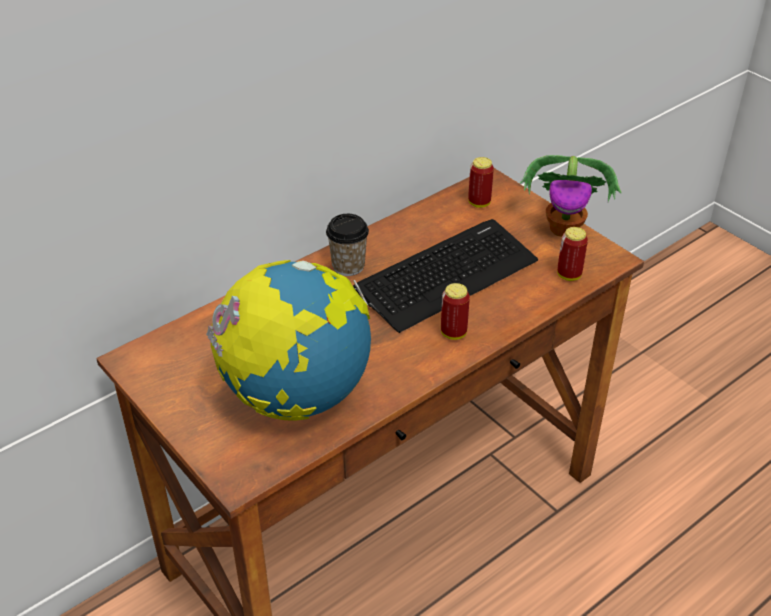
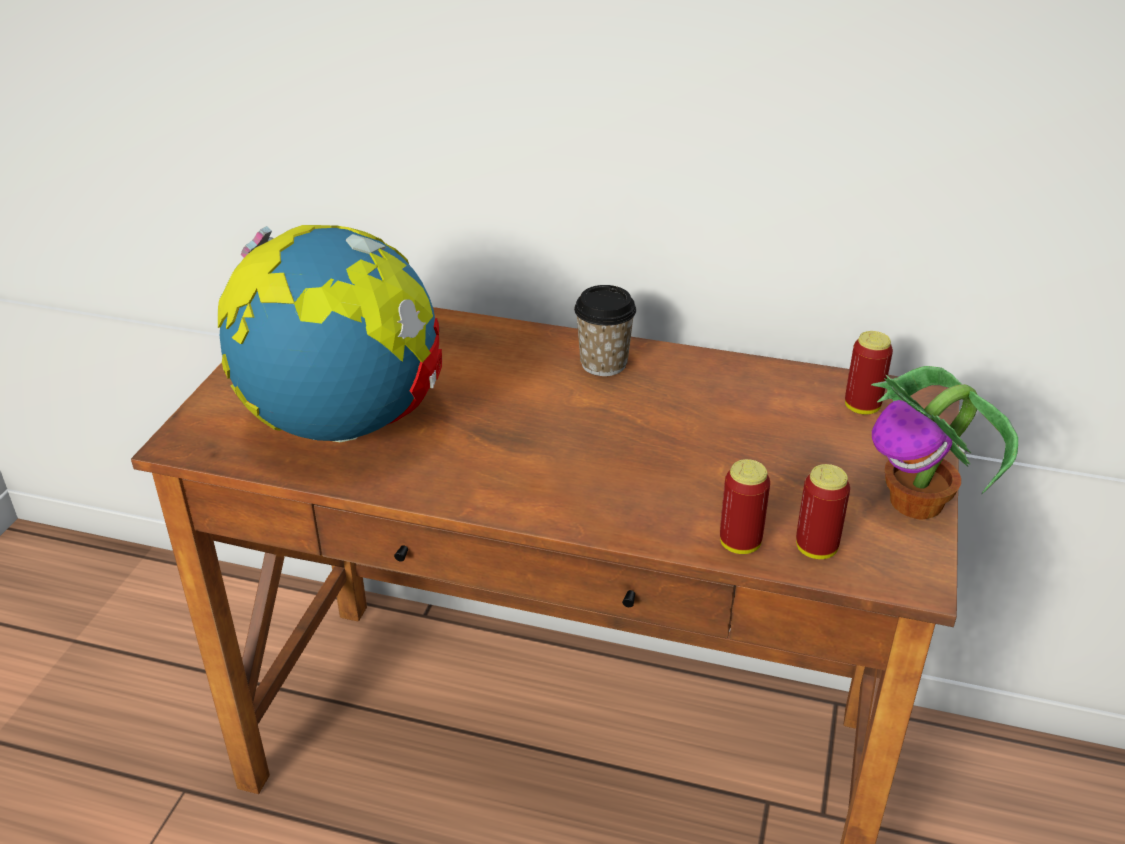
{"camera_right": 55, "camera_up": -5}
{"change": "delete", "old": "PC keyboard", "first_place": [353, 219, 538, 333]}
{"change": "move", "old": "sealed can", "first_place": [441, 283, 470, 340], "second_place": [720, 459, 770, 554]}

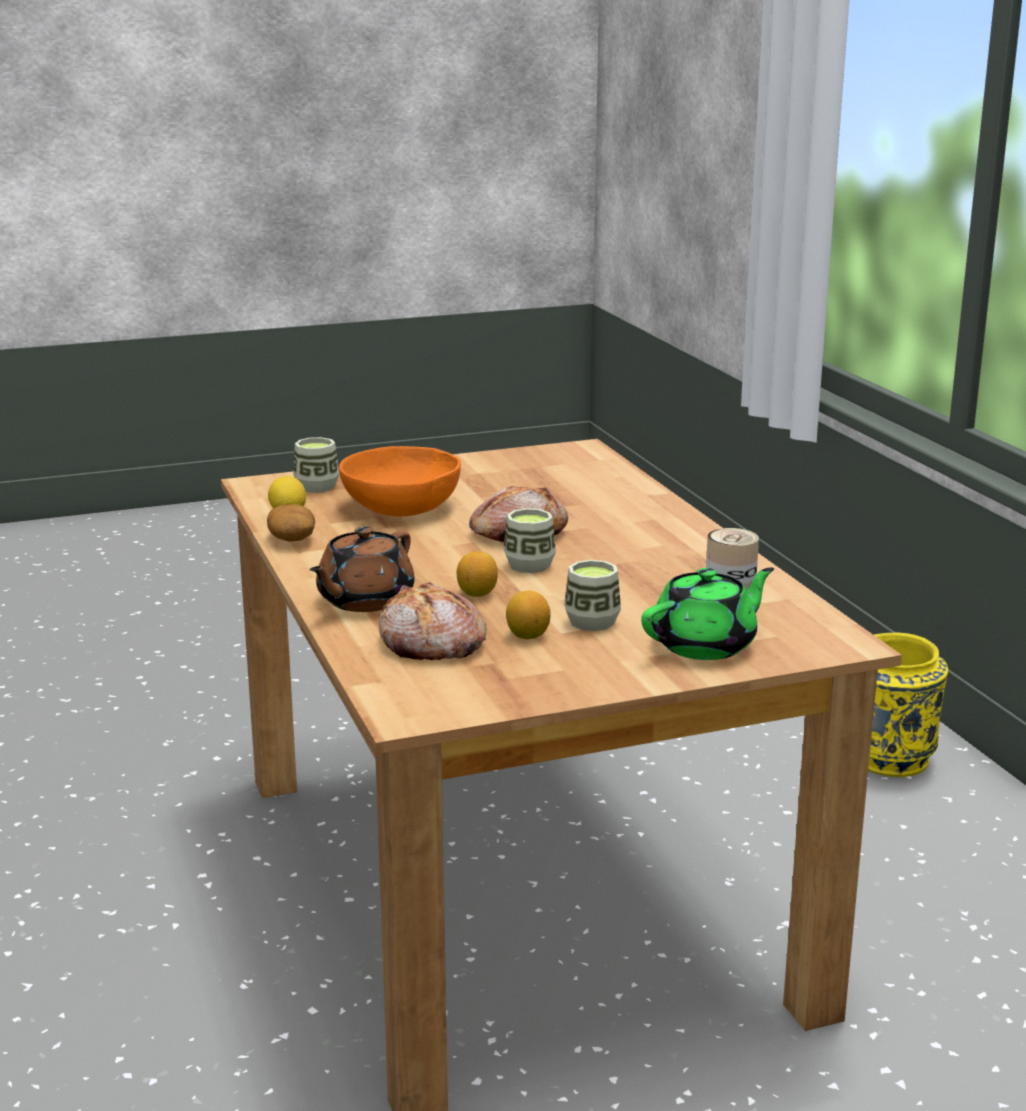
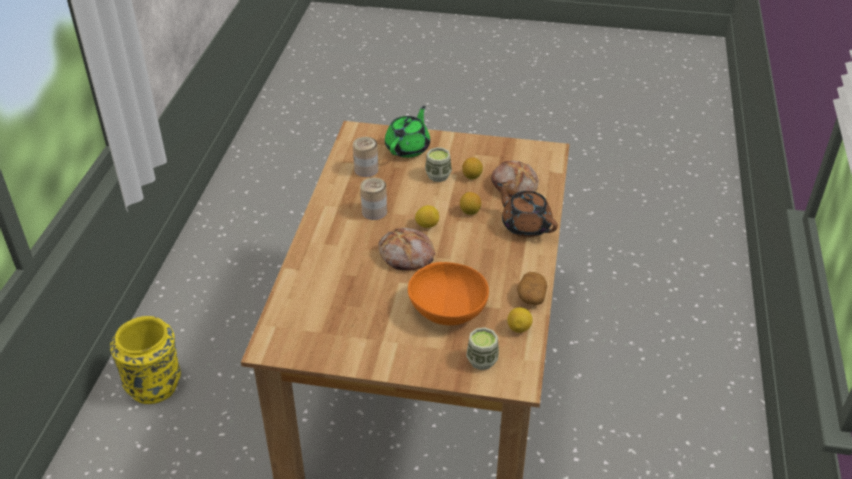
{"camera_right": -150, "camera_up": 20}
{"change": "insert", "new": "sealed can", "second_place": [360, 177, 387, 220]}
{"change": "replace", "old": "drinking cup", "new": "whole lemon", "first_place": [503, 508, 556, 573], "second_place": [415, 205, 439, 228]}
{"change": "rotate", "old": "brown pot for tea", "first_place": [310, 526, 415, 612], "second_place": [497, 183, 558, 238], "degrees": -105}
{"change": "rotate", "old": "green-coloured pot for tea", "first_place": [641, 567, 774, 660], "second_place": [385, 106, 430, 158], "degrees": 120}

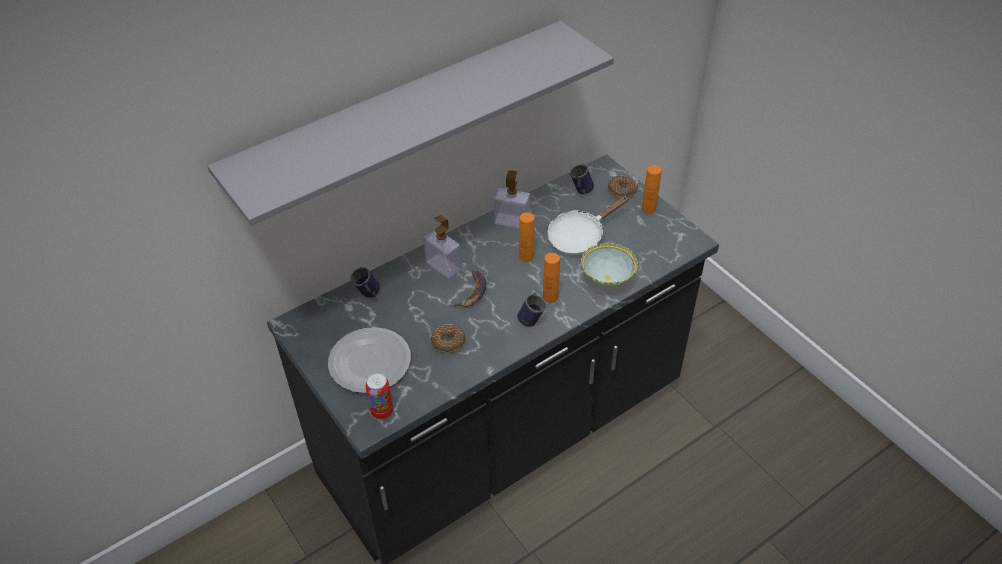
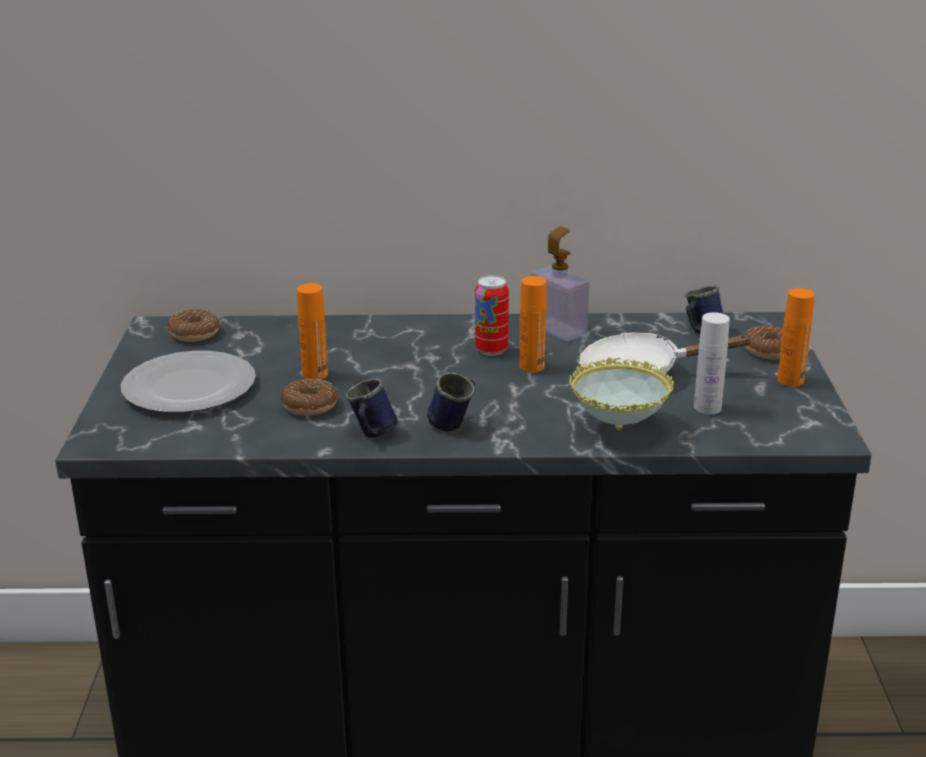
{"camera_right": 35, "camera_up": -20}
{"change": "delete", "old": "greyish shelf", "first_place": [207, 21, 614, 226]}
{"change": "delete", "old": "soap bottle", "first_place": [424, 215, 462, 279]}
{"change": "delete", "old": "banana fruit", "first_place": [451, 271, 487, 307]}
{"change": "insert", "new": "donut", "second_place": [167, 310, 220, 342]}
{"change": "insert", "new": "white beverage bottle", "second_place": [694, 312, 730, 414]}
{"change": "move", "old": "blue tea mug", "first_place": [350, 267, 380, 298], "second_place": [346, 378, 398, 438]}
{"change": "move", "old": "sealed can", "first_place": [366, 373, 393, 419], "second_place": [475, 275, 509, 356]}
{"change": "move", "old": "orange-coloured beverage bottle", "first_place": [543, 253, 560, 303], "second_place": [297, 283, 328, 380]}

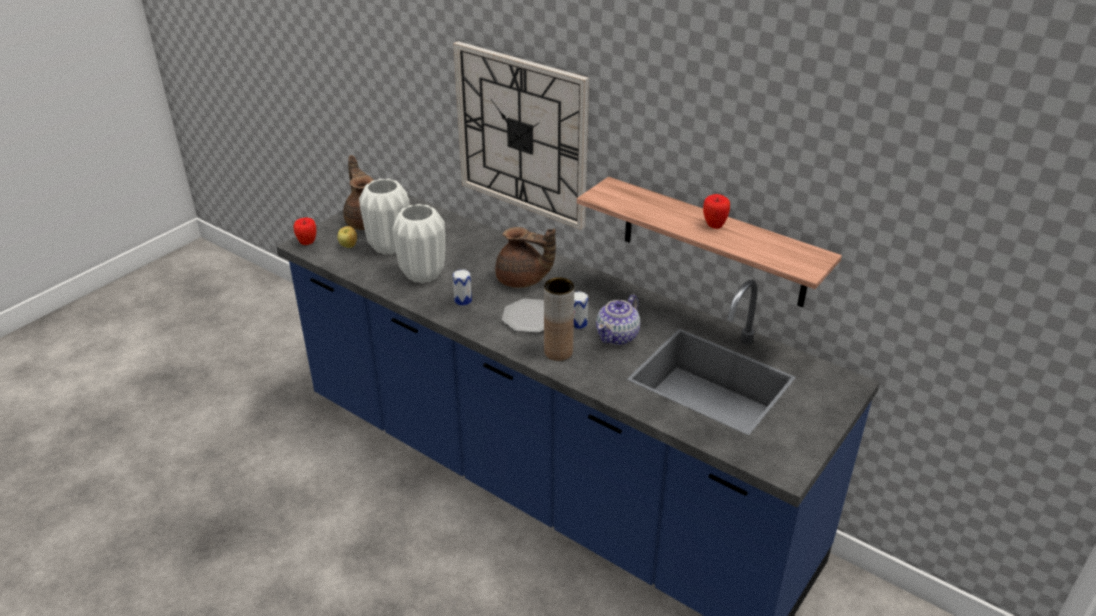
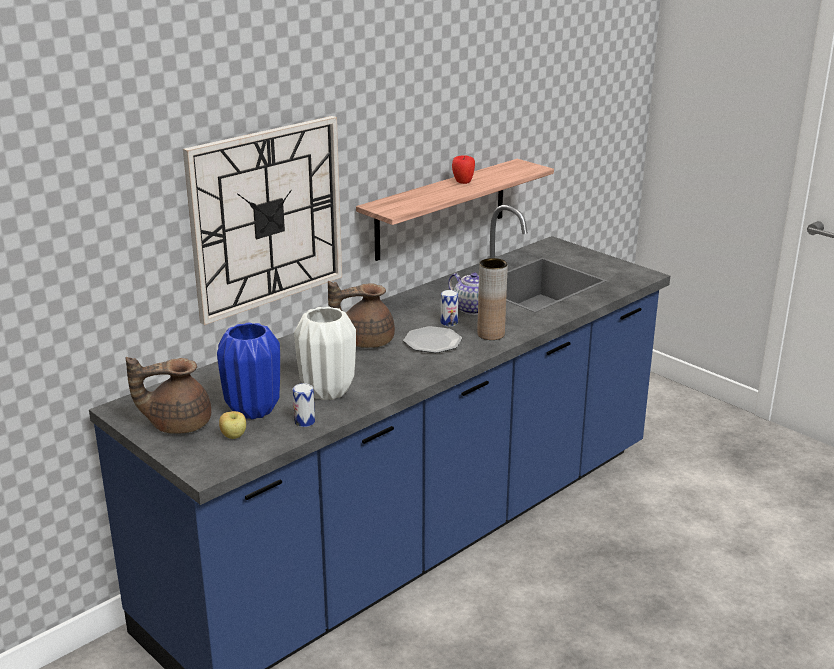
{"camera_right": -80, "camera_up": -10}
{"change": "delete", "old": "apple fruit", "first_place": [293, 217, 316, 245]}
{"change": "move", "old": "sealed can", "first_place": [453, 269, 472, 306], "second_place": [293, 383, 315, 427]}
{"change": "recolor", "old": "white vase", "new": "blue vase", "first_place": [359, 179, 410, 255], "second_place": [217, 323, 280, 419]}
{"change": "rotate", "old": "brown pot for tea", "first_place": [495, 227, 556, 288], "second_place": [328, 281, 395, 348], "degrees": -135}

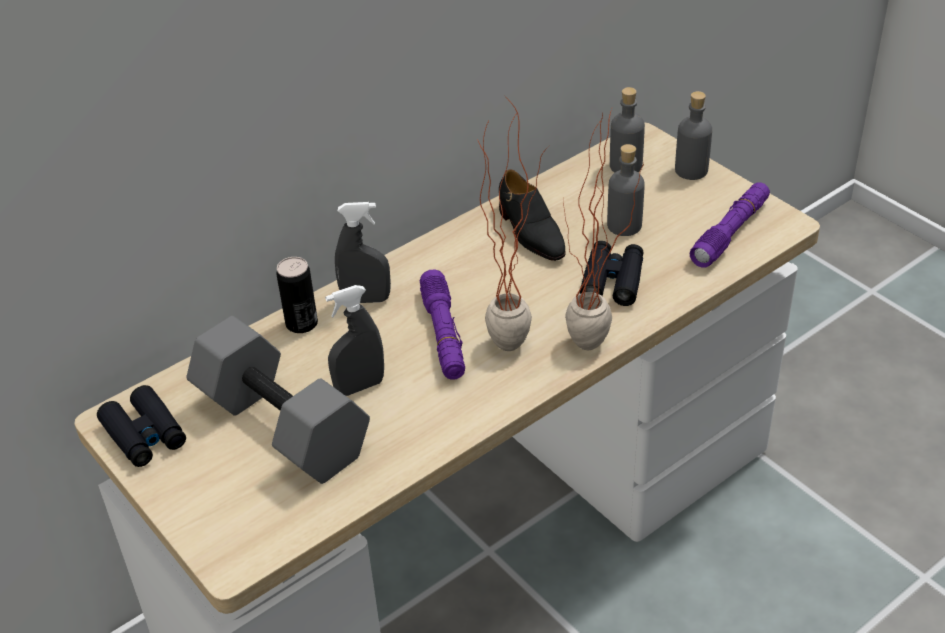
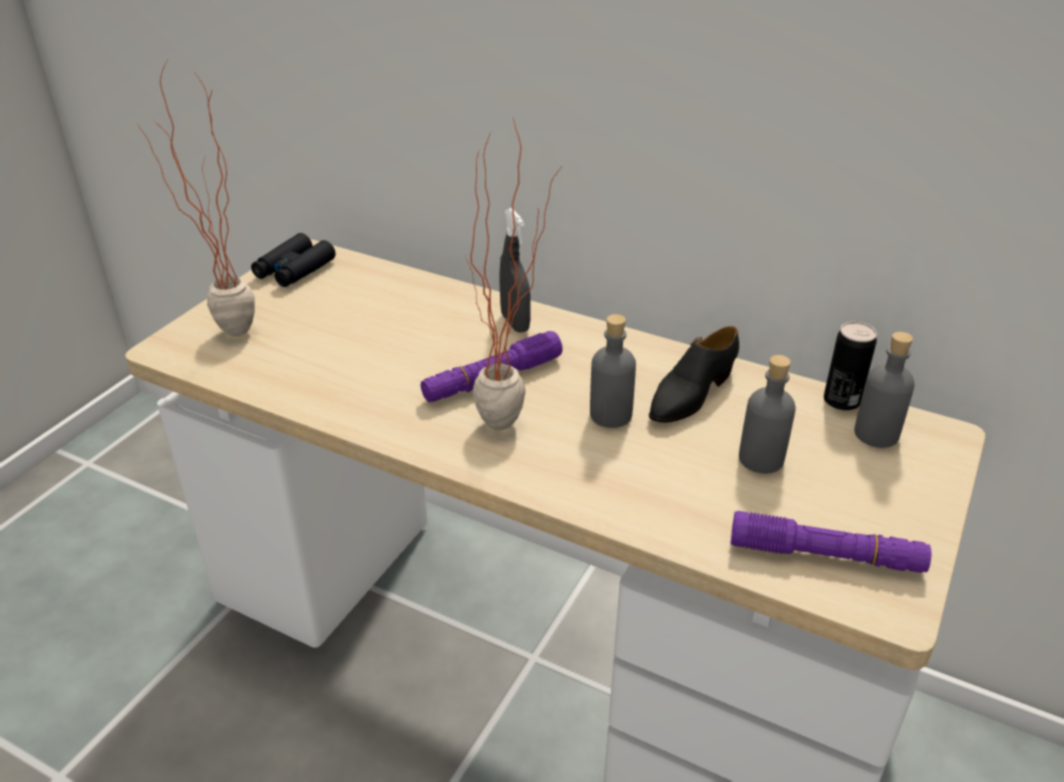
{"camera_right": 65, "camera_up": -5}
{"change": "delete", "old": "greyish hand weight", "first_place": [186, 316, 370, 484]}
{"change": "delete", "old": "greyish sprayer", "first_place": [325, 285, 384, 396]}
{"change": "delete", "old": "black binoculars", "first_place": [580, 241, 644, 306]}
{"change": "move", "old": "sealed can", "first_place": [276, 257, 318, 333], "second_place": [824, 322, 877, 411]}
{"change": "move", "old": "houseplant", "first_place": [563, 109, 644, 350], "second_place": [137, 58, 255, 336]}
{"change": "move", "old": "greyish beverage bottle", "first_place": [675, 91, 712, 180], "second_place": [590, 314, 636, 428]}

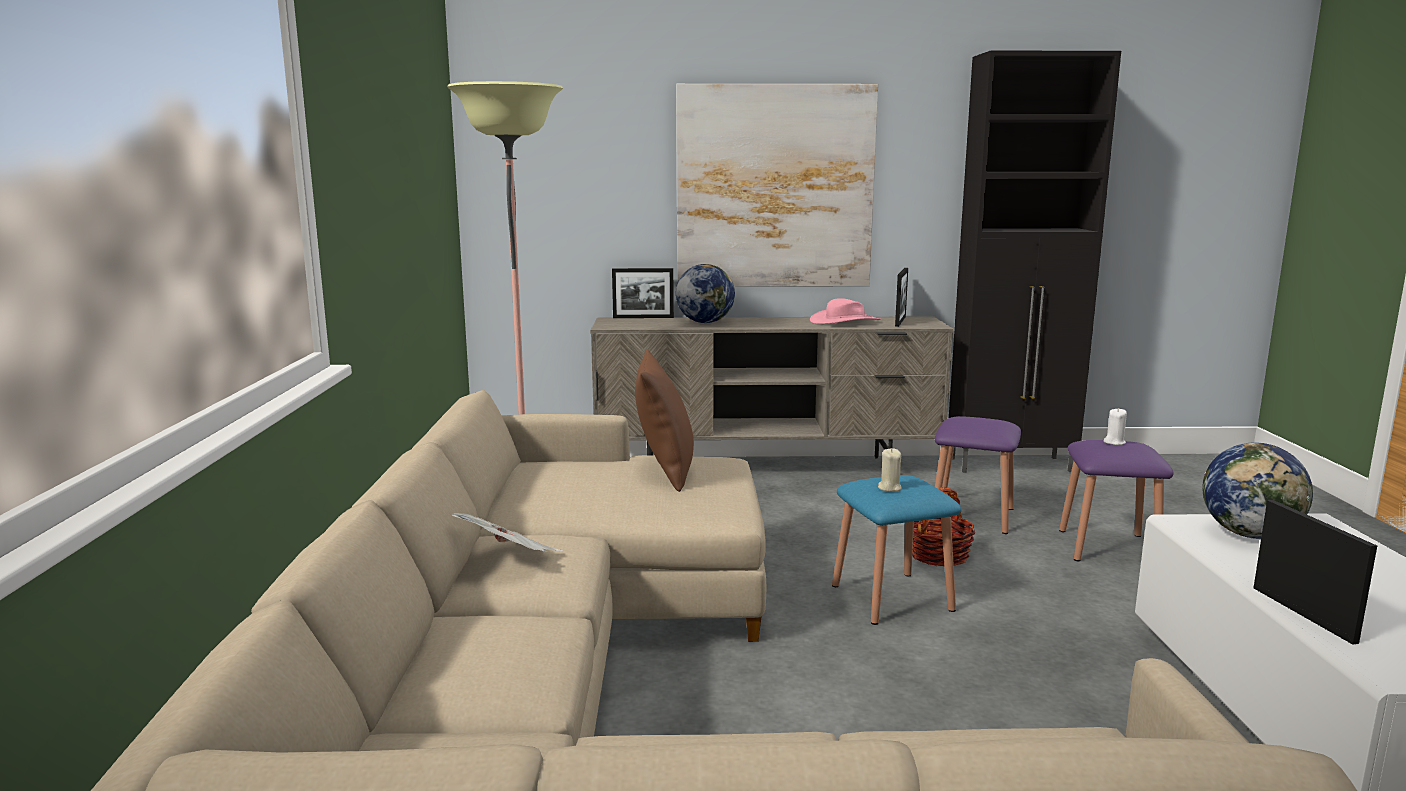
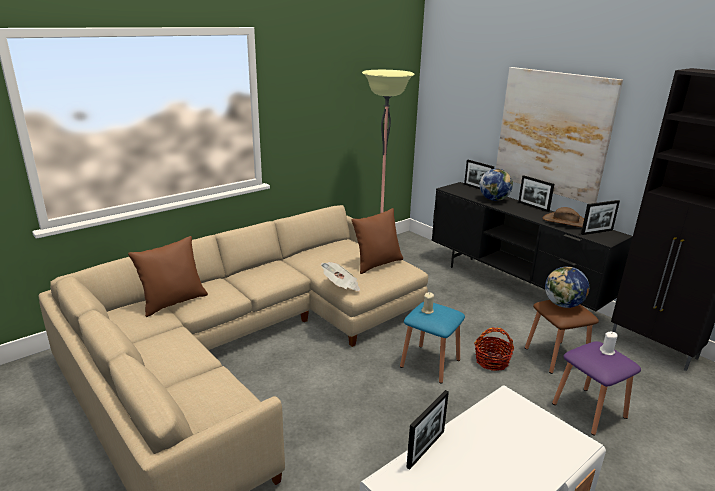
{"camera_right": 50, "camera_up": 10}
{"change": "insert", "new": "brown cushion", "second_place": [128, 236, 208, 317]}
{"change": "insert", "new": "standing frame", "second_place": [518, 175, 554, 212]}
{"change": "move", "old": "daily paper", "first_place": [450, 513, 563, 552], "second_place": [321, 262, 360, 291]}
{"change": "move", "old": "globe", "first_place": [1202, 443, 1313, 539], "second_place": [545, 267, 589, 308]}
{"change": "recolor", "old": "beige media console", "new": "black media console", "first_place": [590, 316, 953, 459], "second_place": [432, 182, 633, 311]}
{"change": "recolor", "old": "pink-coloured clothing hat", "new": "brown clothing hat", "first_place": [810, 298, 881, 324], "second_place": [543, 207, 584, 227]}
{"change": "recolor", "old": "purple-coloured sitting stool", "new": "brown sitting stool", "first_place": [935, 416, 1021, 534], "second_place": [525, 300, 599, 374]}

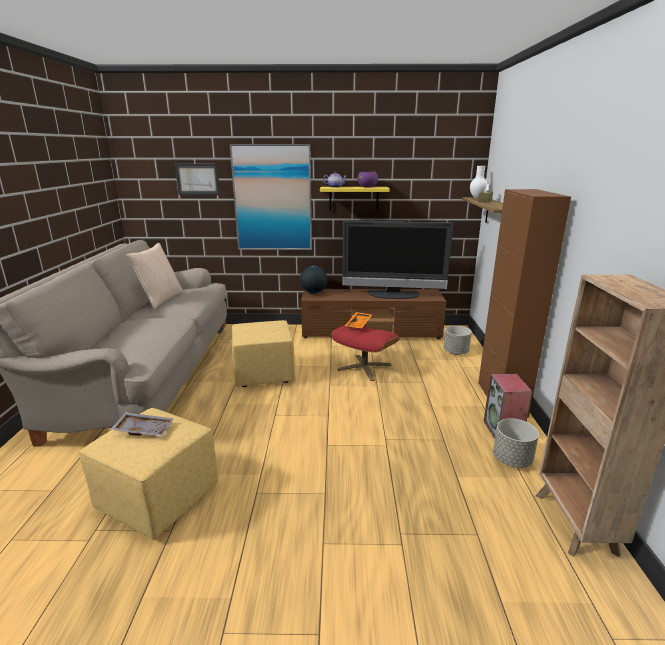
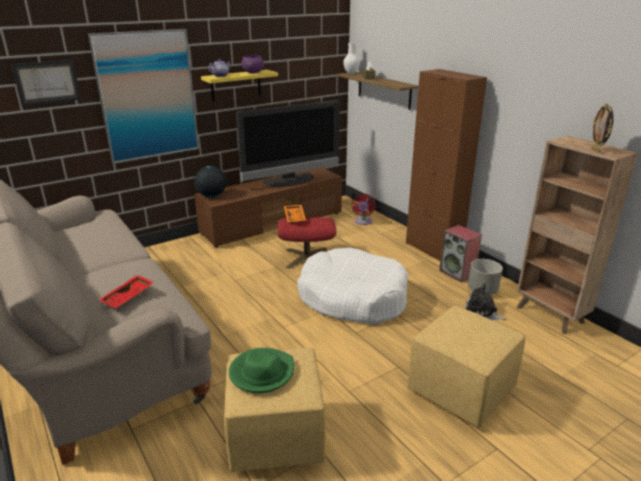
{"camera_right": -35, "camera_up": 5}
{"change": "delete", "old": "beige cushion", "first_place": [126, 243, 183, 309]}
{"change": "insert", "new": "reddish tray", "second_place": [99, 275, 154, 308]}
{"change": "insert", "new": "white dog bed", "second_place": [297, 248, 408, 324]}
{"change": "insert", "new": "soft toy", "second_place": [465, 284, 507, 320]}
{"change": "insert", "new": "standing frame", "second_place": [591, 103, 614, 153]}
{"change": "move", "old": "yellow-coloured footrest", "first_place": [232, 320, 295, 387], "second_place": [407, 306, 525, 427]}
{"change": "replace", "old": "greyish tray", "new": "green-coloured clothing hat", "first_place": [110, 412, 174, 437], "second_place": [229, 348, 294, 393]}
{"change": "replace", "old": "greyish plant pot", "new": "reddish fan", "first_place": [444, 326, 472, 355], "second_place": [351, 194, 376, 225]}

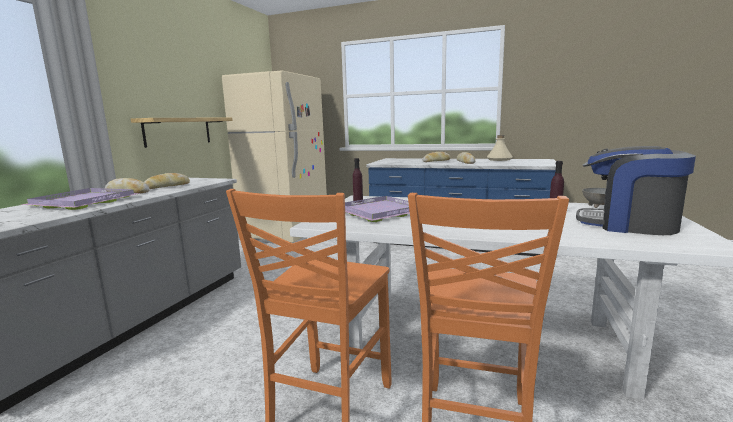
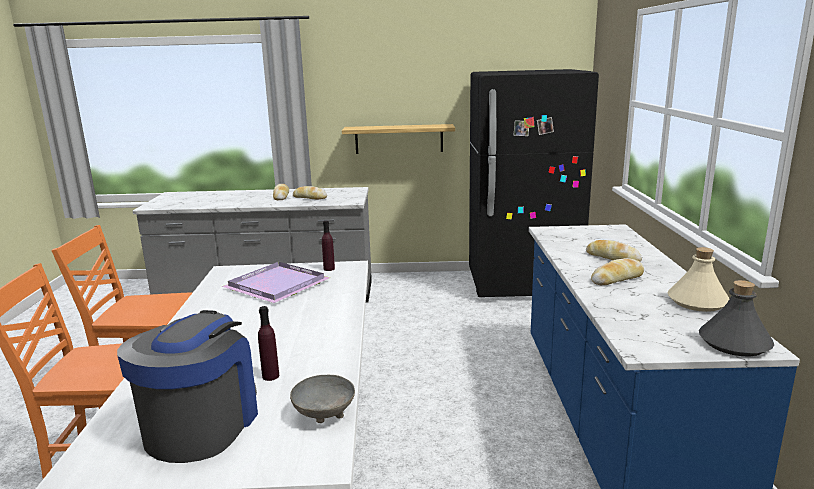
{"camera_right": 70, "camera_up": 5}
{"change": "delete", "old": "purple-coloured tray", "first_place": [21, 188, 140, 210]}
{"change": "insert", "new": "greyish beverage bottle", "second_place": [699, 280, 774, 356]}
{"change": "recolor", "old": "beige refrigerator", "new": "black refrigerator", "first_place": [222, 70, 327, 244], "second_place": [469, 69, 599, 297]}

